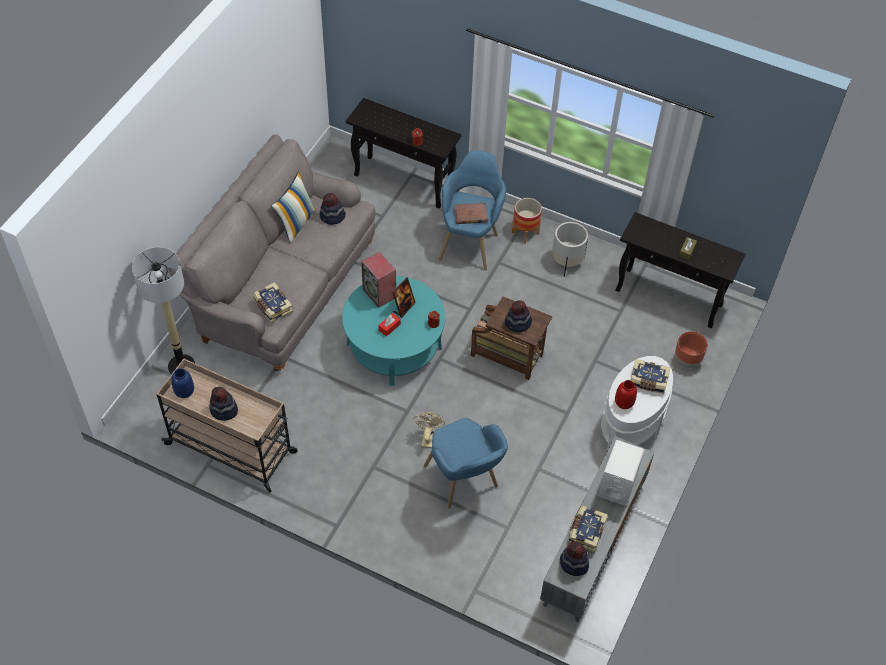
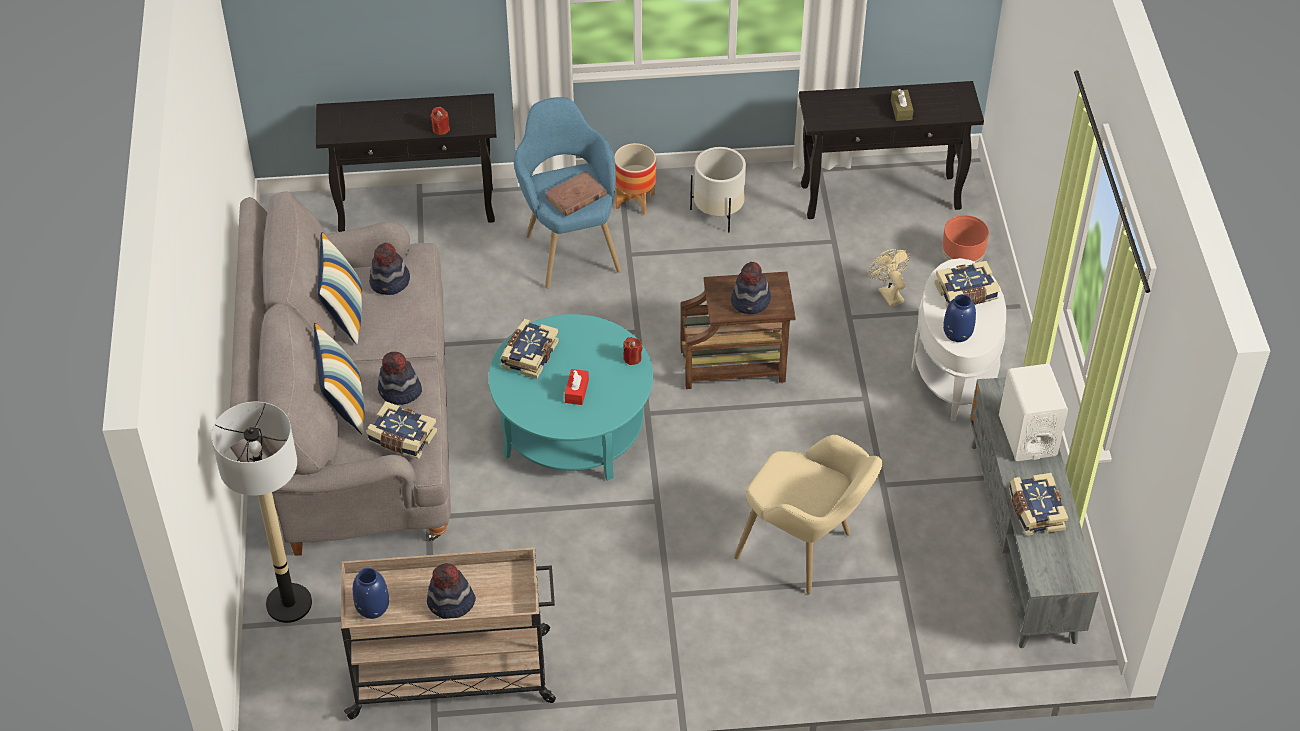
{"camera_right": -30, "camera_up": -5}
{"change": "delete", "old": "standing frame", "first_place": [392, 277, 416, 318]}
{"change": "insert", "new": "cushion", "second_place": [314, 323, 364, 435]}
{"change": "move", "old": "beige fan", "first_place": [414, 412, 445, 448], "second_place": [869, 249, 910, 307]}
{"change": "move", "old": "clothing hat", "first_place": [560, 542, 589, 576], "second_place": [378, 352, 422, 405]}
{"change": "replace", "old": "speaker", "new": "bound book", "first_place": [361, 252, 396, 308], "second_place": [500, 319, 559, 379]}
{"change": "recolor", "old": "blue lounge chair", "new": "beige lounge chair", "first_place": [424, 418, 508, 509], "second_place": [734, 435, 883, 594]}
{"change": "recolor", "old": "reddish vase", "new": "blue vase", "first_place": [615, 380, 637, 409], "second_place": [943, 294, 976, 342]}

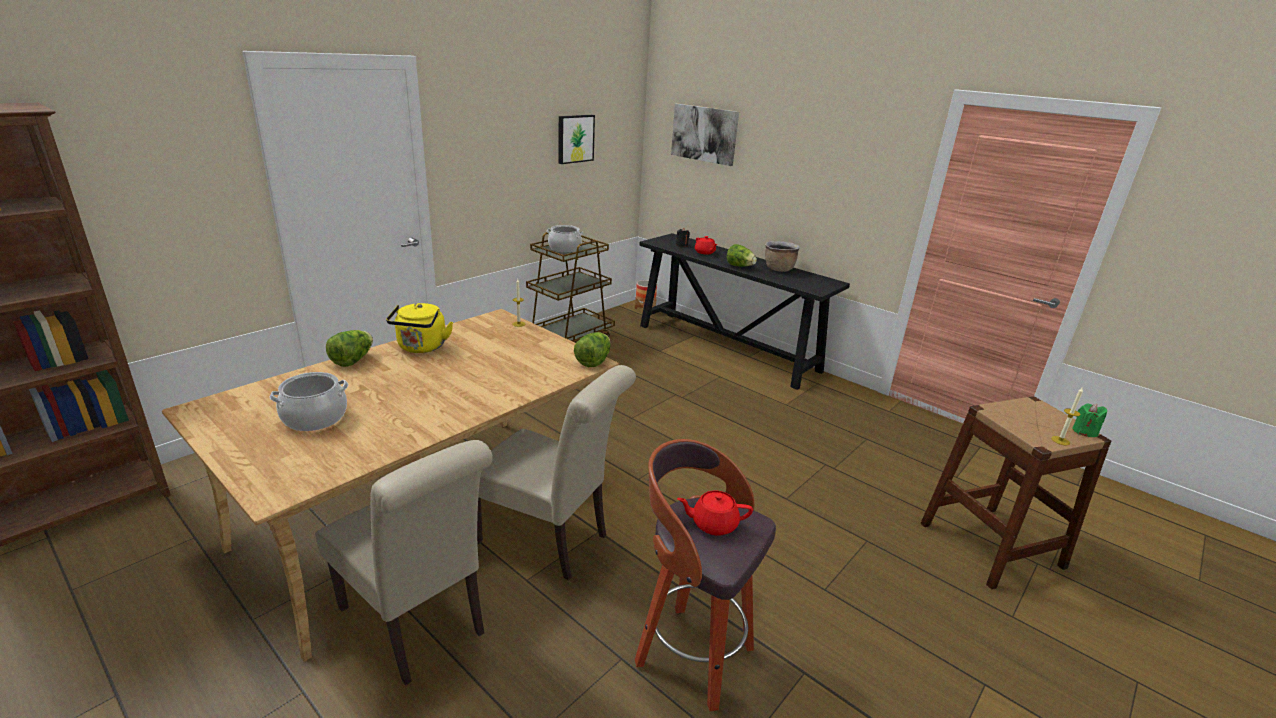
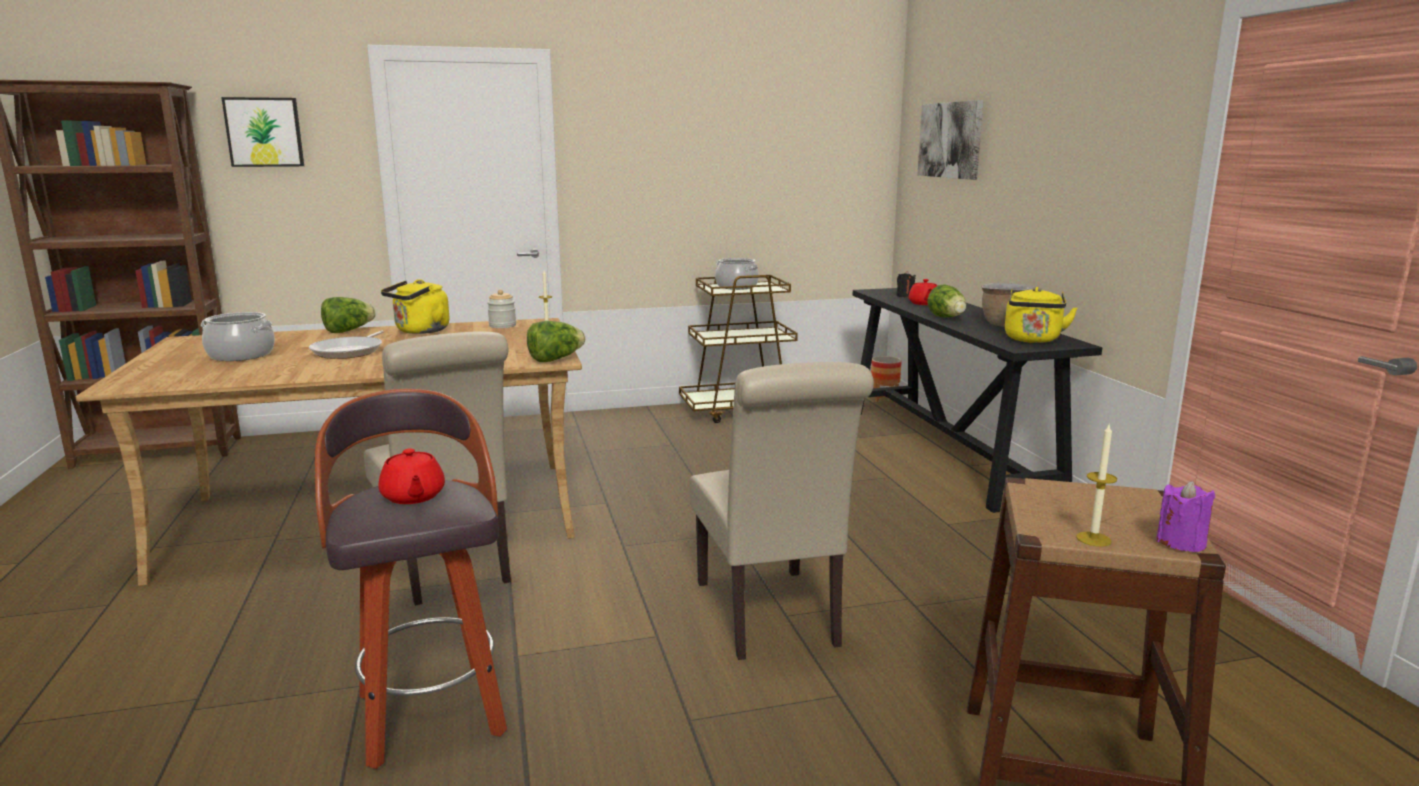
{"camera_right": 35, "camera_up": -10}
{"change": "insert", "new": "pan", "second_place": [309, 330, 384, 359]}
{"change": "insert", "new": "storage jar", "second_place": [487, 290, 516, 328]}
{"change": "insert", "new": "yellow-coloured tea kettle", "second_place": [1005, 287, 1078, 343]}
{"change": "move", "old": "beige plain chair", "first_place": [315, 440, 493, 686], "second_place": [690, 362, 874, 660]}
{"change": "move", "old": "wall art", "first_place": [559, 115, 595, 164], "second_place": [221, 97, 304, 167]}
{"change": "recolor", "old": "green-coloured candle", "new": "purple-coloured candle", "first_place": [1072, 404, 1107, 437], "second_place": [1156, 481, 1215, 552]}
{"change": "rotate", "old": "reddish pot for tea", "first_place": [677, 491, 753, 536], "second_place": [378, 448, 445, 504], "degrees": -150}

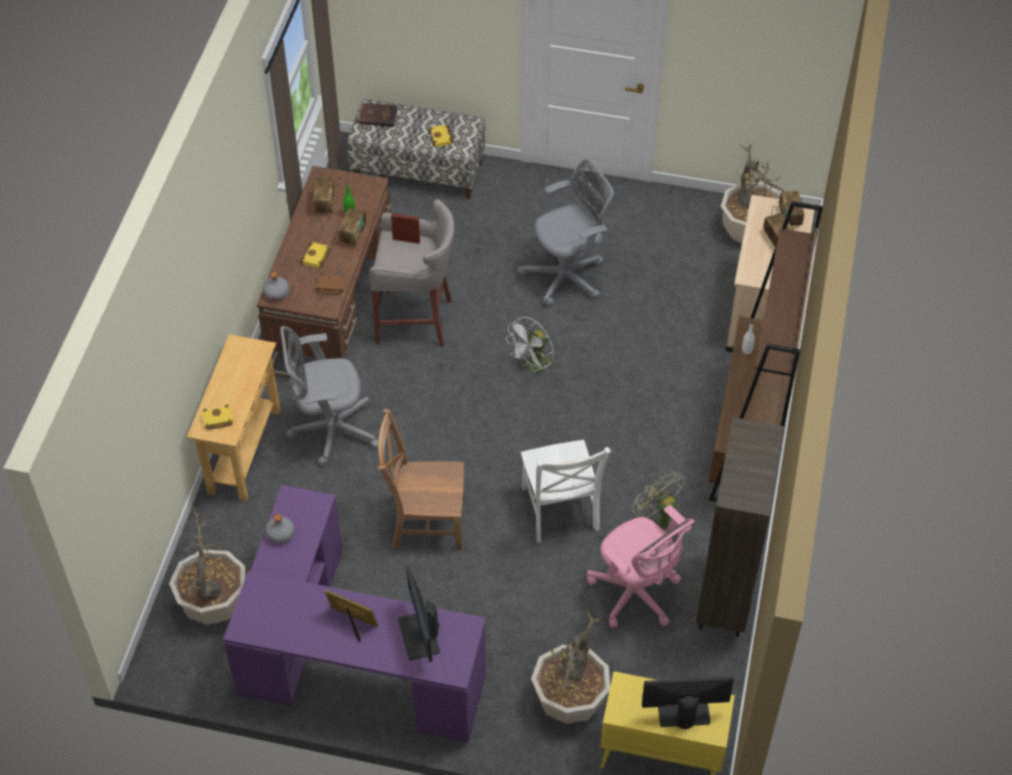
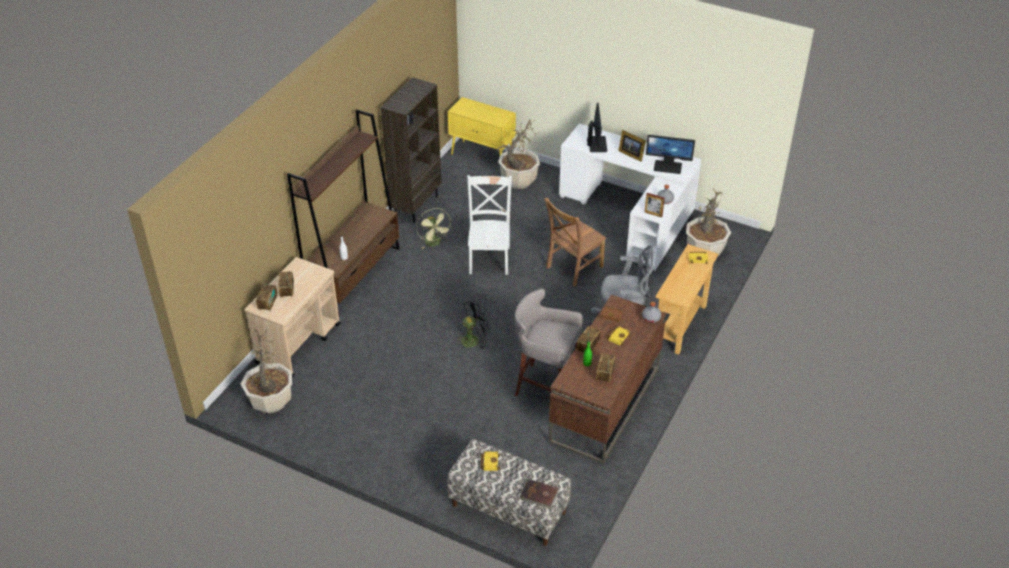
{"camera_right": -165, "camera_up": -10}
{"change": "delete", "old": "greyish desk chair", "first_place": [517, 158, 614, 306]}
{"change": "delete", "old": "pink-coloured desk chair", "first_place": [587, 505, 694, 628]}
{"change": "move", "old": "standing frame", "first_place": [391, 213, 420, 244], "second_place": [645, 193, 665, 217]}
{"change": "move", "old": "monitor", "first_place": [642, 676, 734, 729], "second_place": [646, 135, 695, 174]}
{"change": "recolor", "old": "purple-coloured desk table", "new": "white desk table", "first_place": [223, 485, 486, 743], "second_place": [559, 124, 702, 270]}
{"change": "recolor", "old": "white fan", "new": "black fan", "first_place": [506, 316, 557, 376], "second_place": [455, 299, 491, 349]}
{"change": "rotate", "old": "brown plain chair", "first_place": [378, 408, 464, 550], "second_place": [544, 198, 606, 286], "degrees": 120}

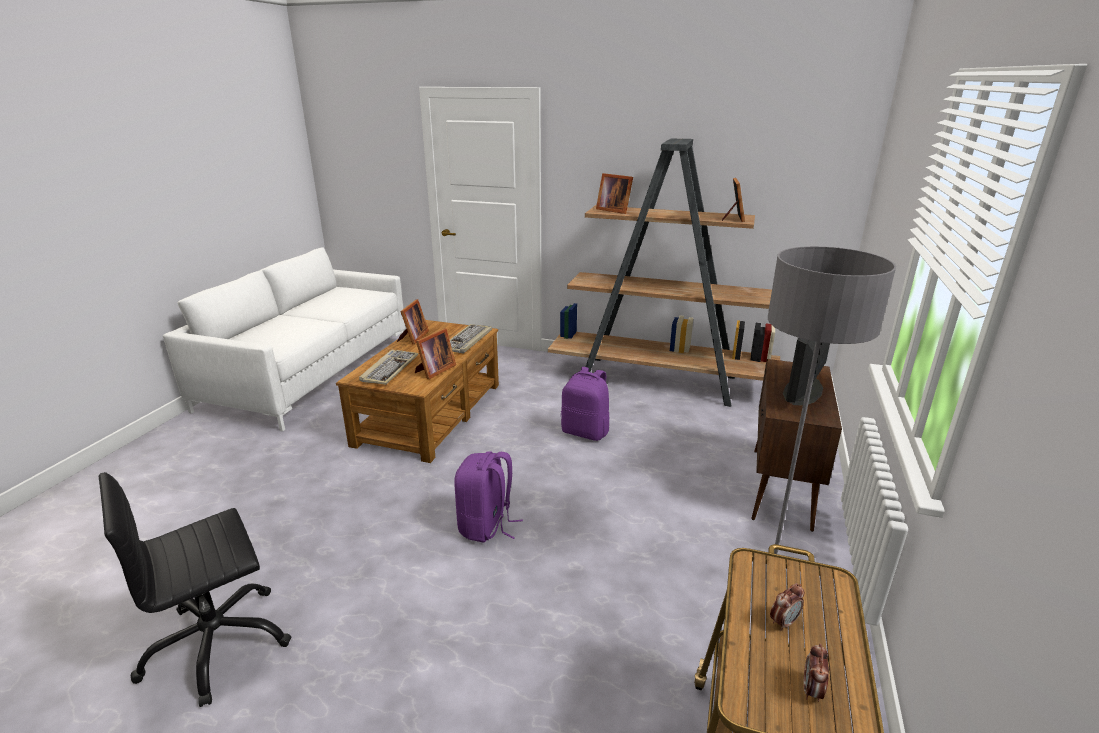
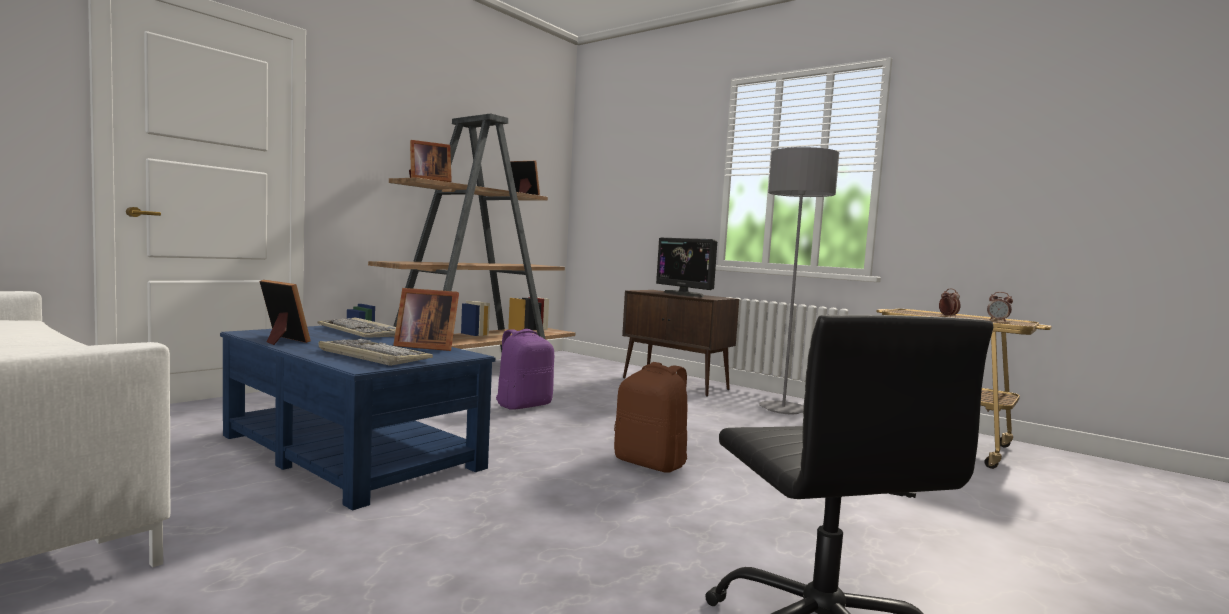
{"camera_right": -70, "camera_up": -20}
{"change": "recolor", "old": "brown lounge table", "new": "blue lounge table", "first_place": [336, 320, 499, 463], "second_place": [220, 326, 495, 511]}
{"change": "recolor", "old": "purple-coloured backpack", "new": "brown backpack", "first_place": [454, 451, 523, 543], "second_place": [614, 362, 687, 473]}
{"change": "rotate", "old": "standing frame", "first_place": [415, 328, 456, 379], "second_place": [393, 288, 459, 351], "degrees": 135}

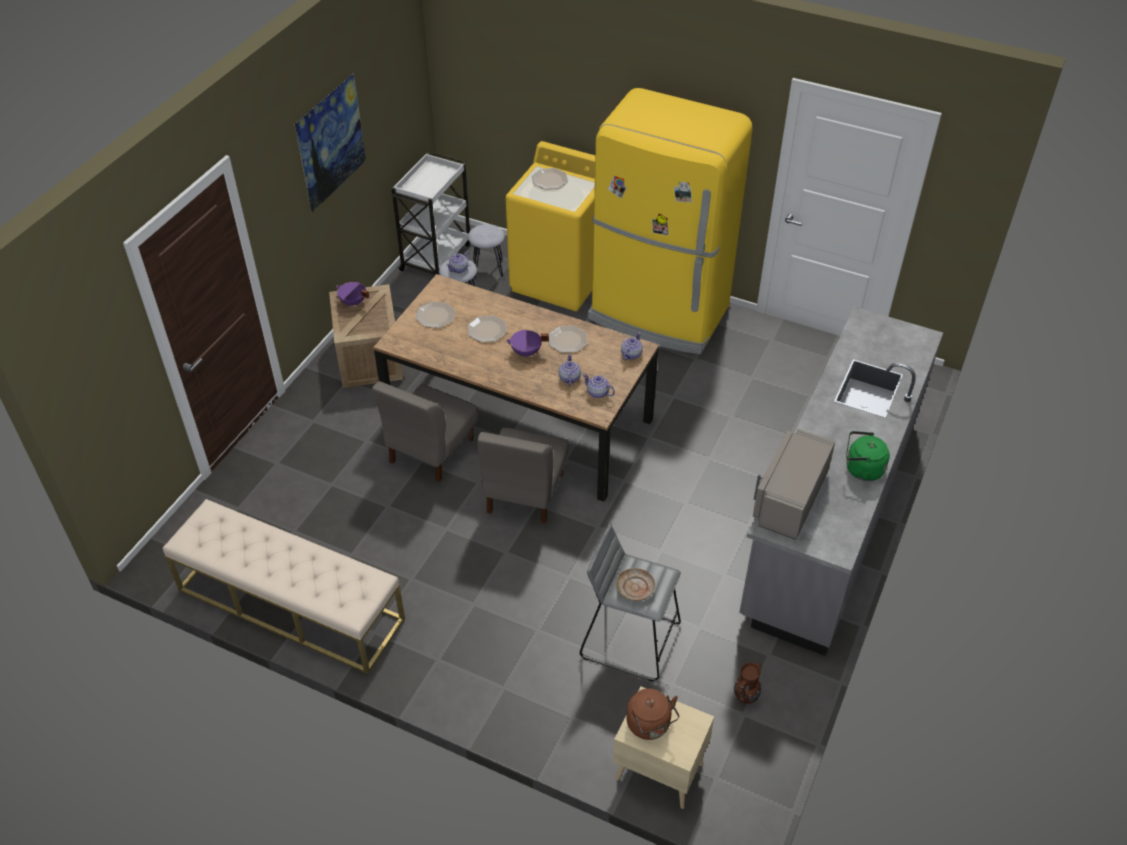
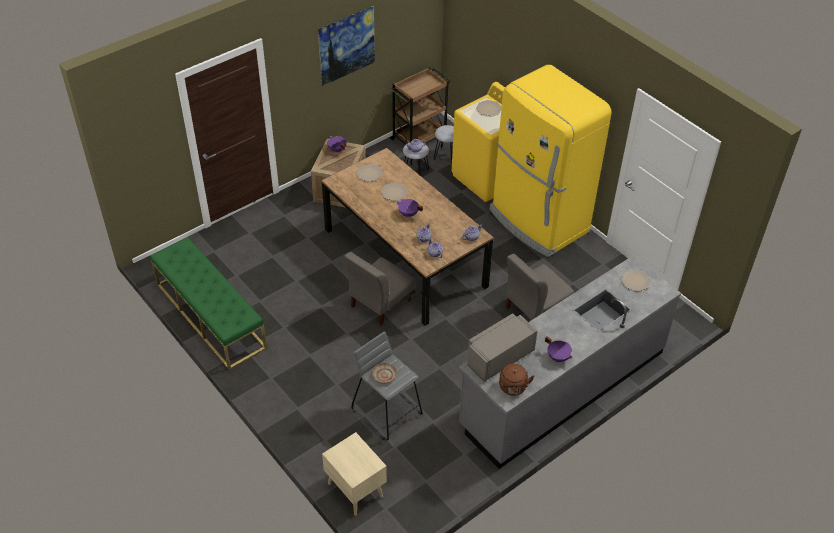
{"camera_right": 25, "camera_up": 0}
{"change": "delete", "old": "brown vase", "first_place": [734, 663, 761, 704]}
{"change": "move", "old": "greyish plain chair", "first_place": [372, 381, 478, 482], "second_place": [506, 254, 574, 320]}
{"change": "move", "old": "plate", "first_place": [549, 326, 588, 353], "second_place": [621, 269, 651, 291]}
{"change": "move", "old": "brown tea kettle", "first_place": [626, 688, 679, 740], "second_place": [499, 363, 534, 396]}
{"change": "replace", "old": "green-coloured tea kettle", "new": "purple-coloured cooking pot", "first_place": [846, 431, 890, 481], "second_place": [545, 336, 573, 362]}
{"change": "recolor", "old": "beige long seat", "new": "green-coloured long seat", "first_place": [163, 499, 405, 674], "second_place": [150, 237, 267, 370]}
{"change": "recolor", "old": "white trolley", "new": "brown trolley", "first_place": [391, 152, 470, 275], "second_place": [389, 68, 450, 145]}

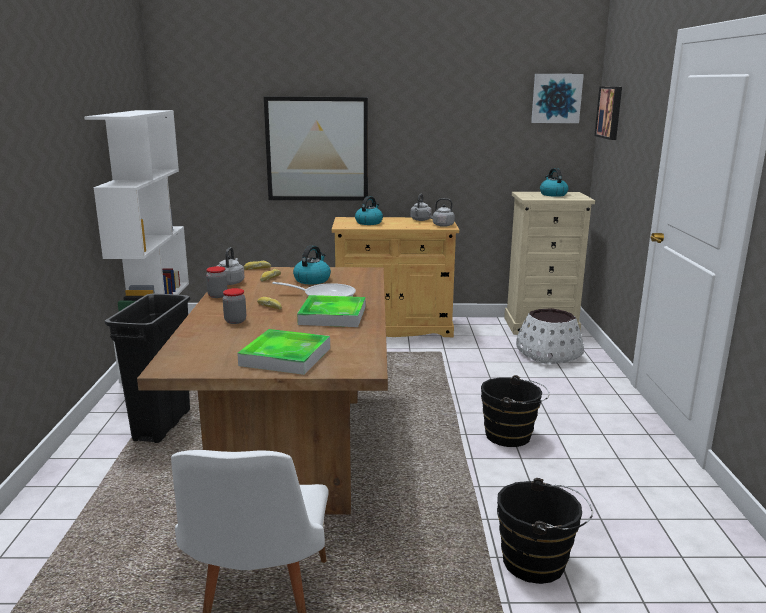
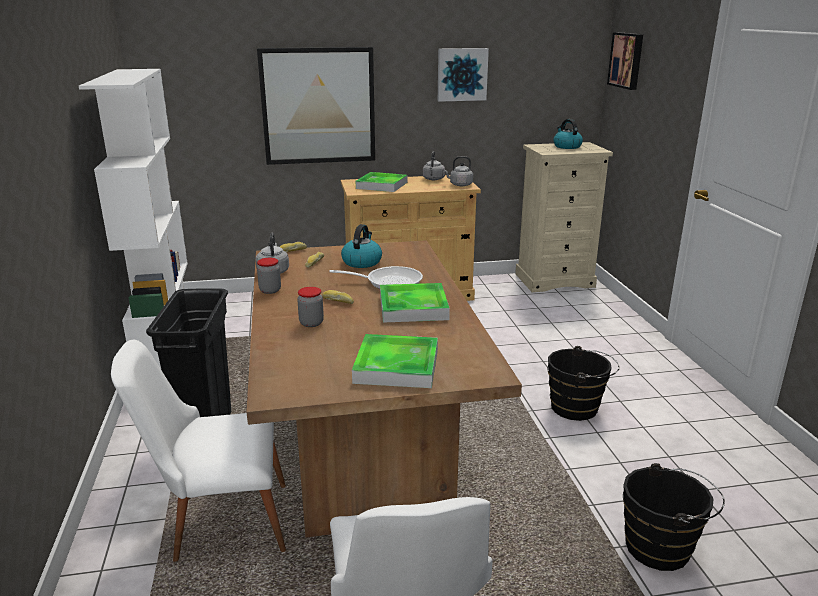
{"camera_right": -10, "camera_up": 5}
{"change": "delete", "old": "white plant pot", "first_place": [516, 308, 584, 364]}
{"change": "insert", "new": "white plain chair", "second_place": [111, 340, 286, 562]}
{"change": "move", "old": "wall art", "first_place": [531, 74, 584, 123], "second_place": [438, 48, 489, 102]}
{"change": "replace", "old": "tea kettle", "new": "tray", "first_place": [355, 196, 383, 225], "second_place": [356, 172, 407, 192]}

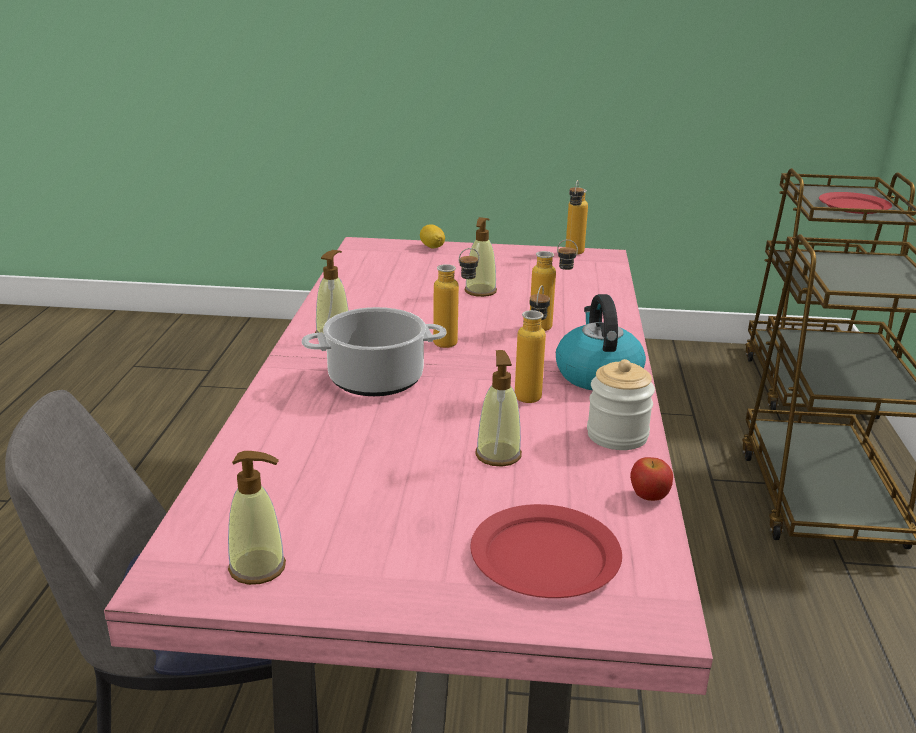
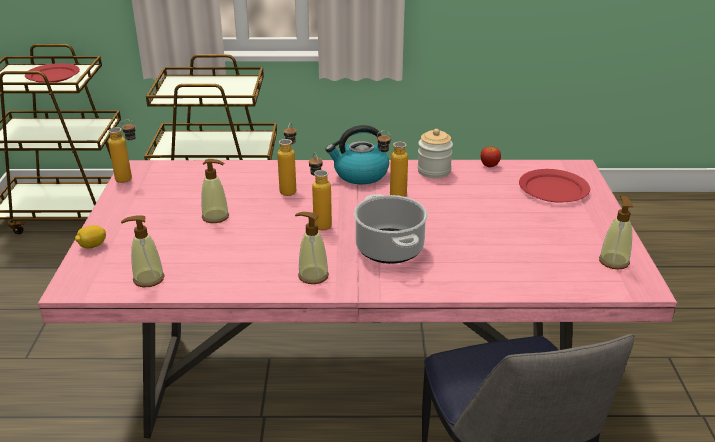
{"camera_right": -95, "camera_up": 5}
{"change": "move", "old": "soap bottle", "first_place": [475, 350, 522, 466], "second_place": [121, 215, 165, 287]}

